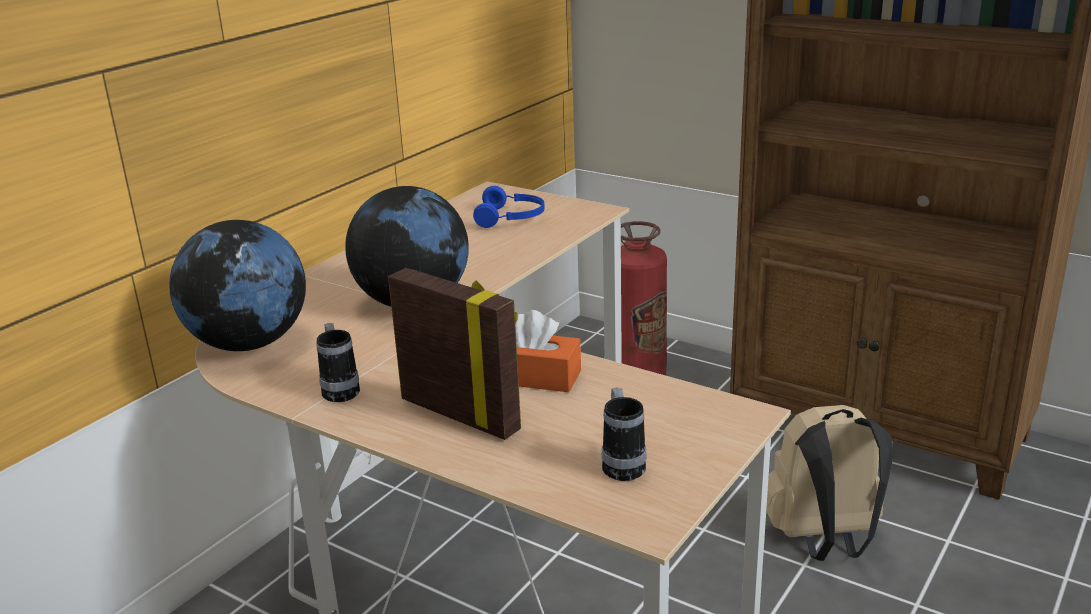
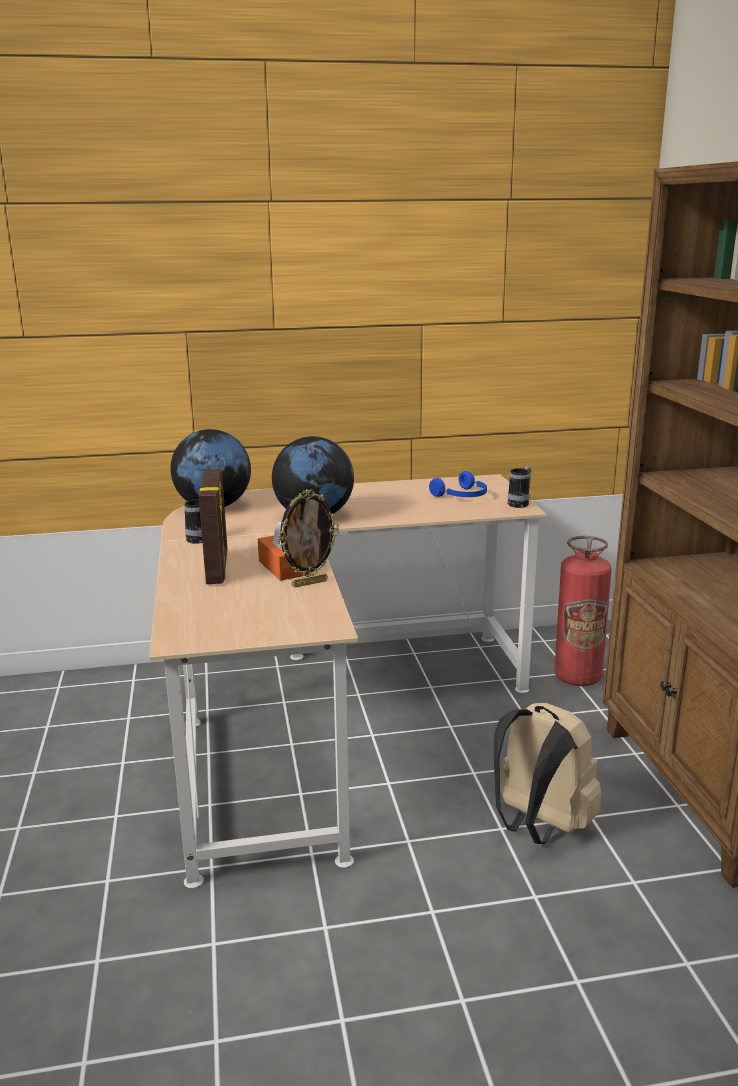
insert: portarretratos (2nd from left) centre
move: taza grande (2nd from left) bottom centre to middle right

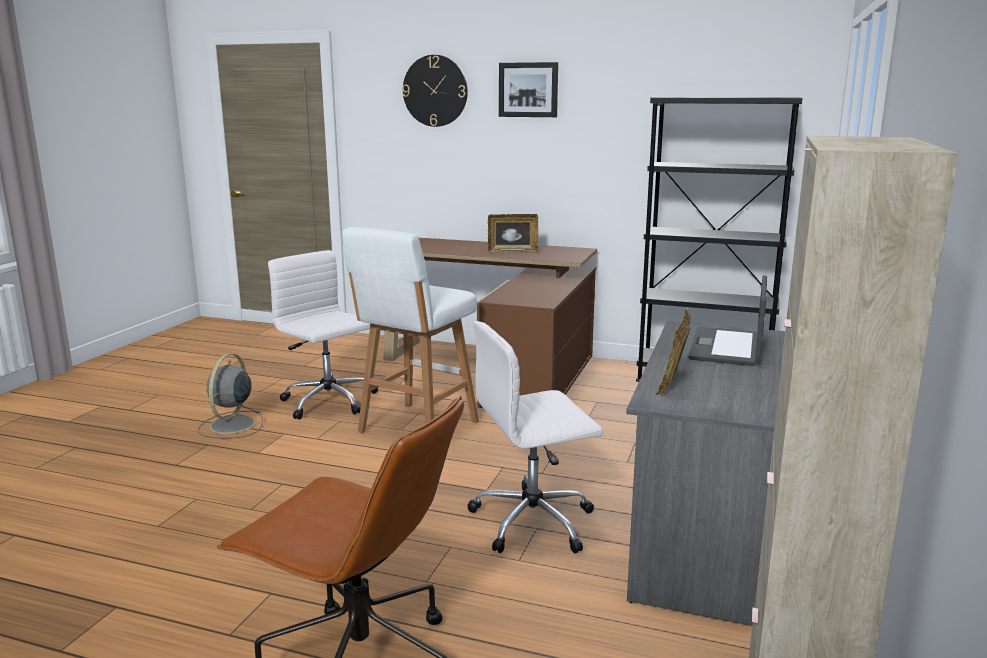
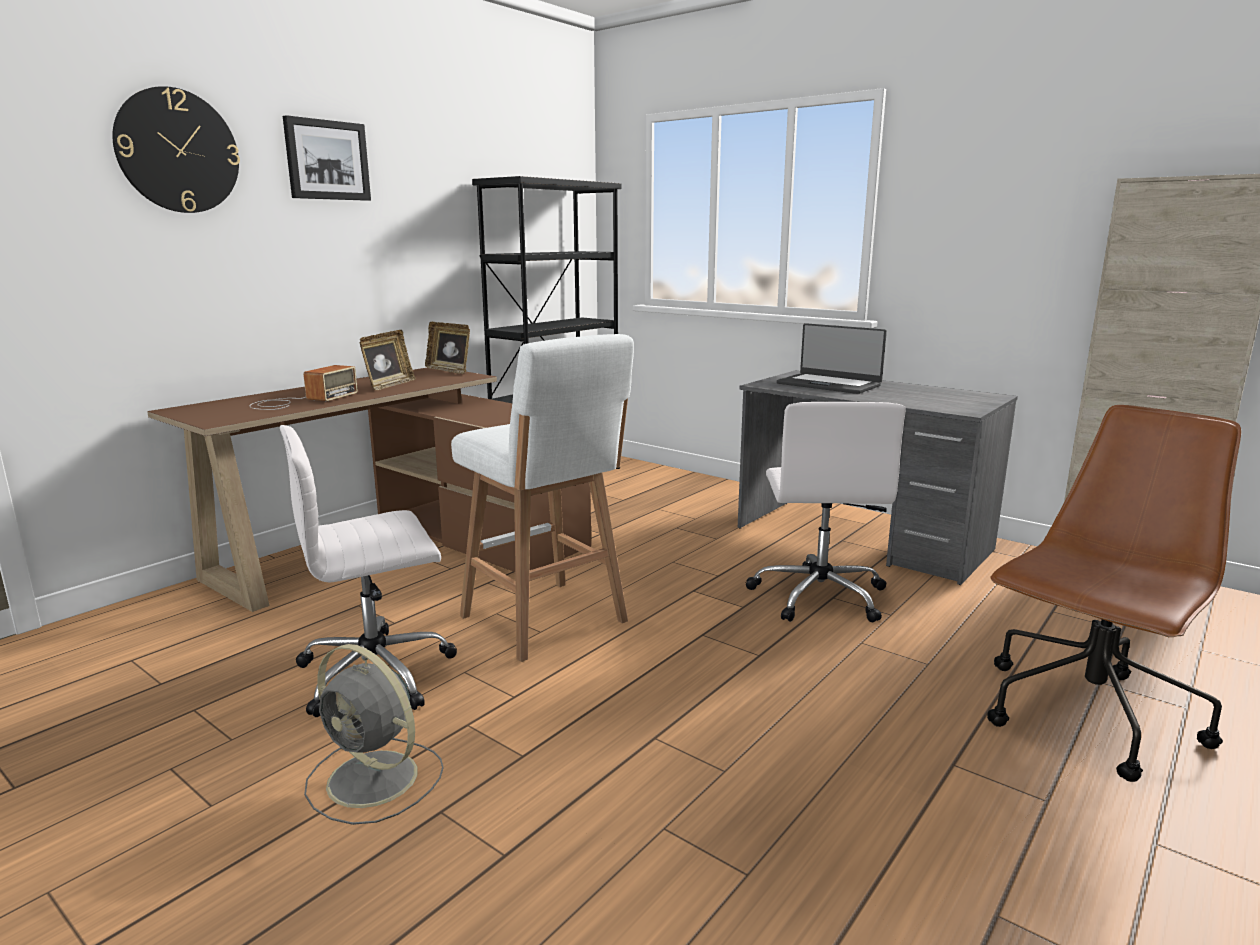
insert: radio middle left
move: portarretratos (2nd from left) middle right to centre

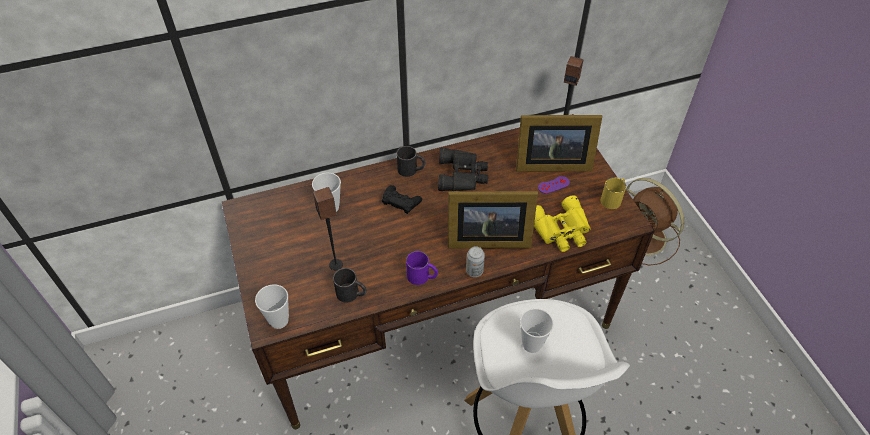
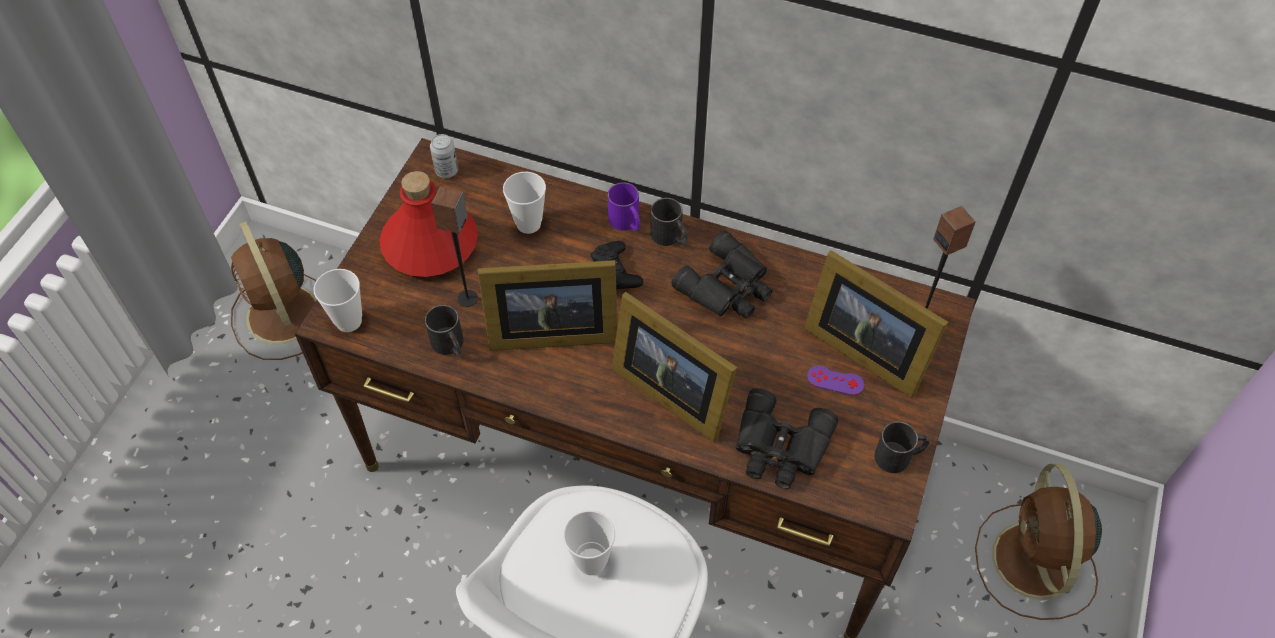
insert: ventilador (marrón) (1st from left) middle left; botella (rojo) centre; portarretratos (1st from left) centre
move: taza grande (morado) centre to top centre; lata centre to top centre
recolor: prismáticos (amarillo) centre to prismáticos (negro) (2nd from left) bottom centre; taza grande (amarillo) middle right to taza grande (negro) (3rd from left) bottom right

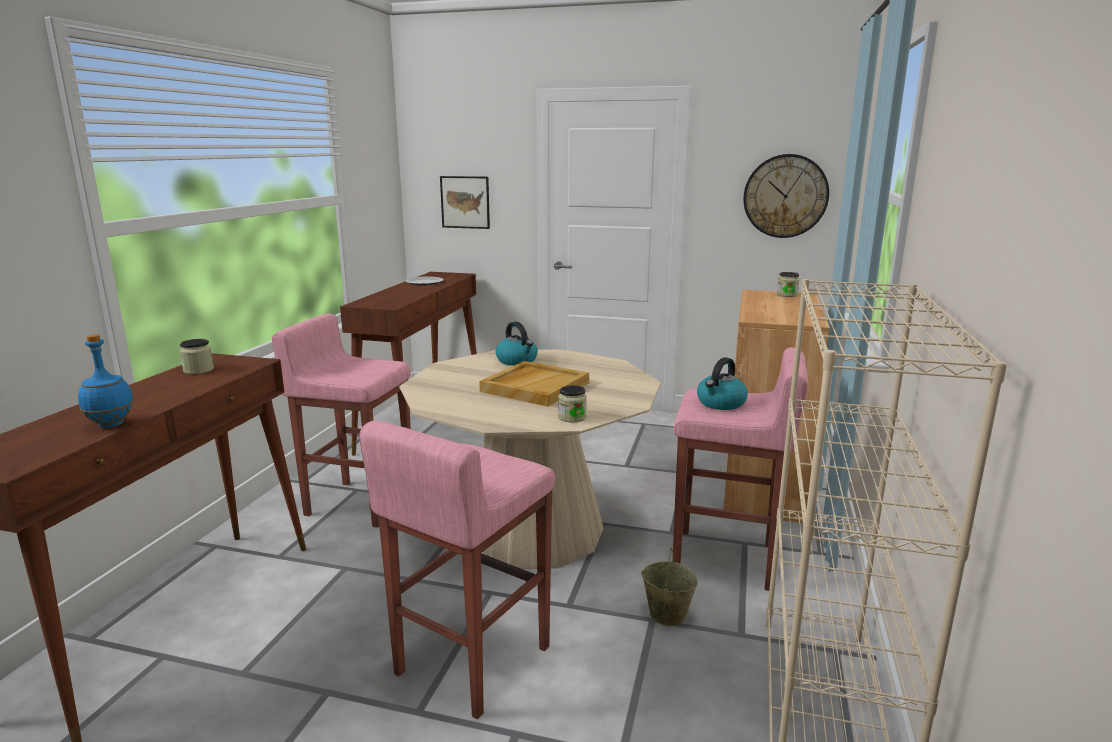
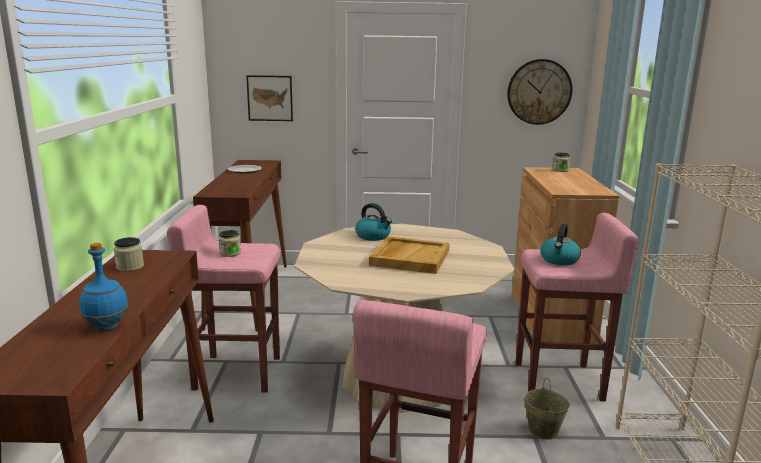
move: tarro (2nd from left) centre to middle left

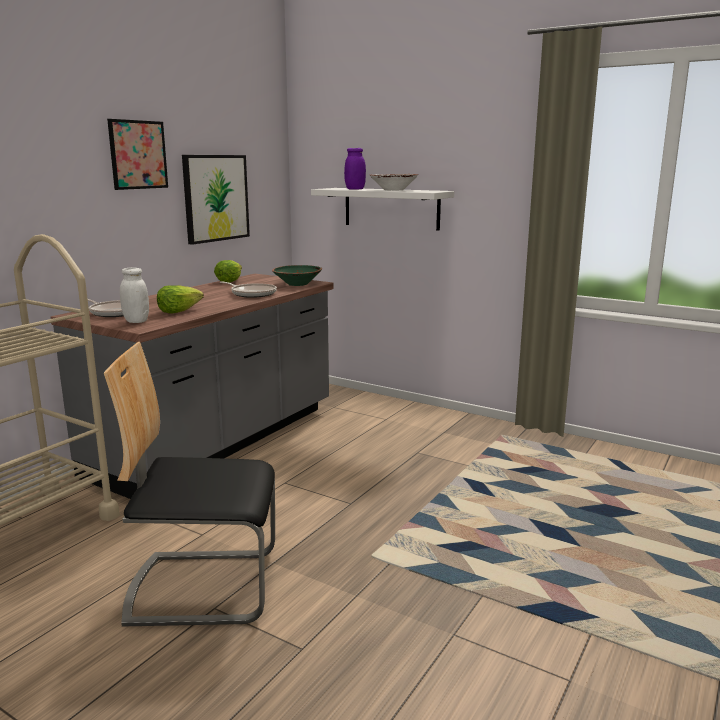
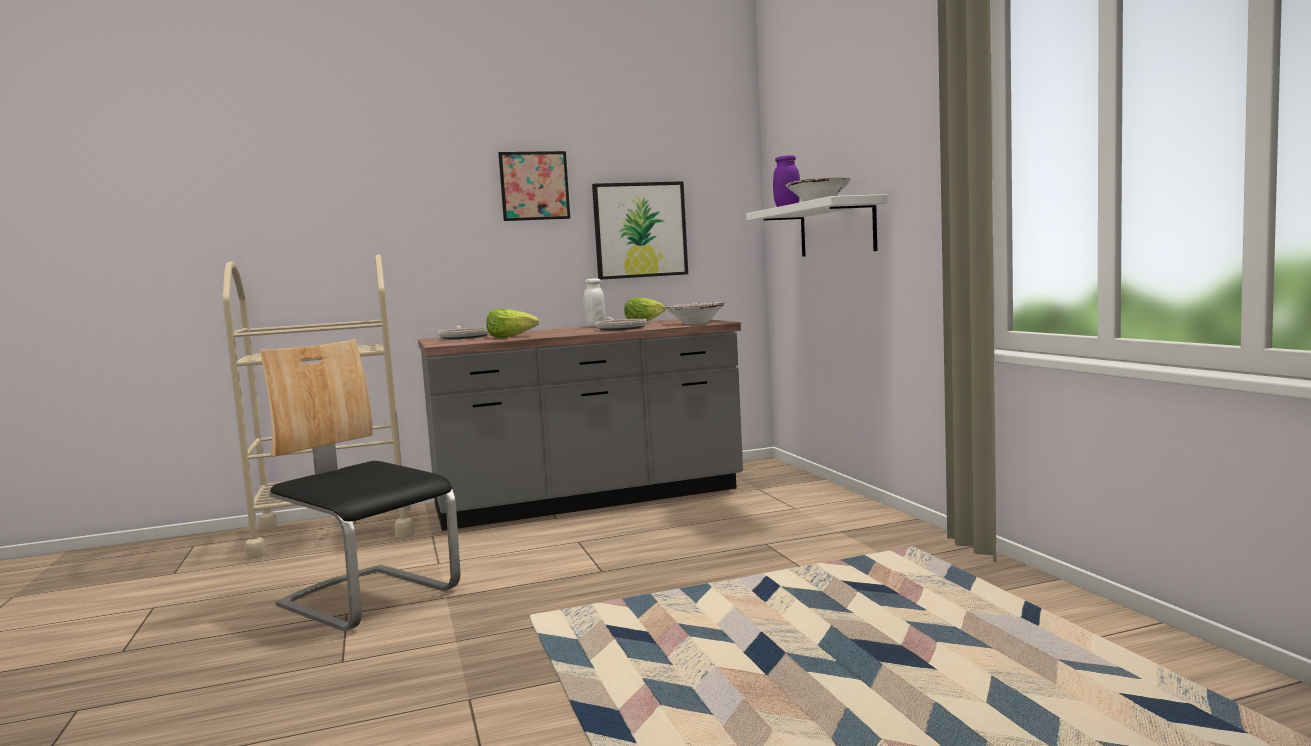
move: tarro (blanco) middle left to centre
recolor: cuenco (verde) centre to cuenco (blanco) (1st from left) centre

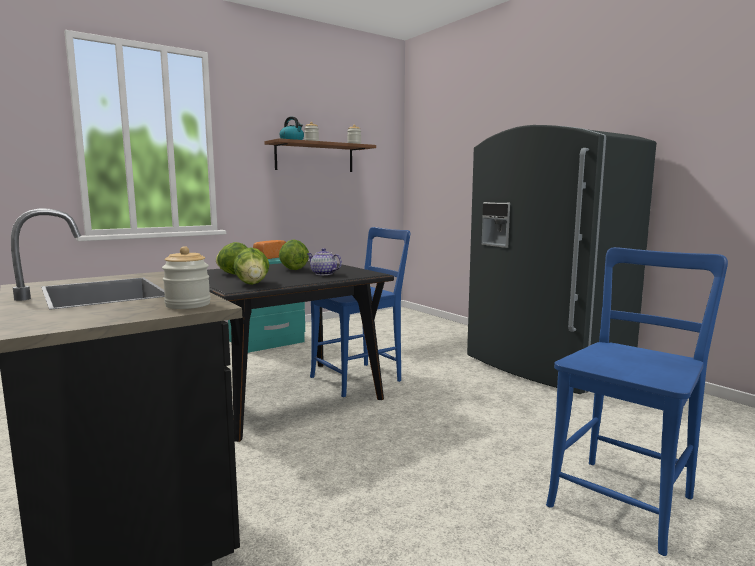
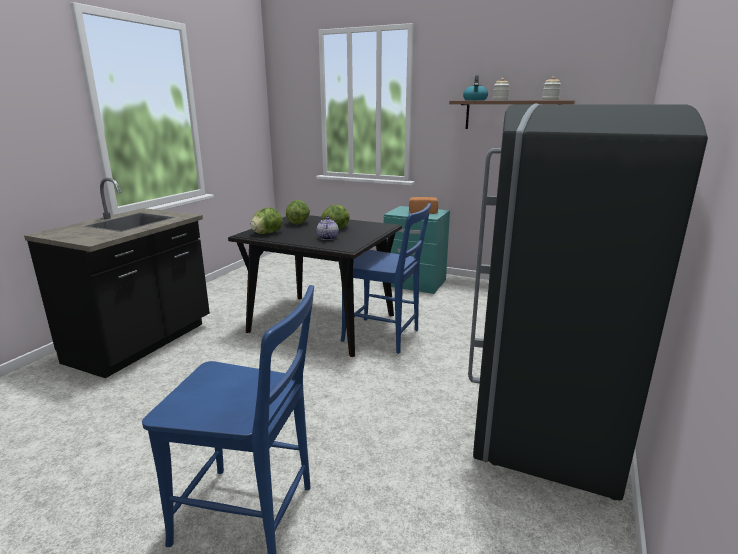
delete: tarro (1st from left) middle left

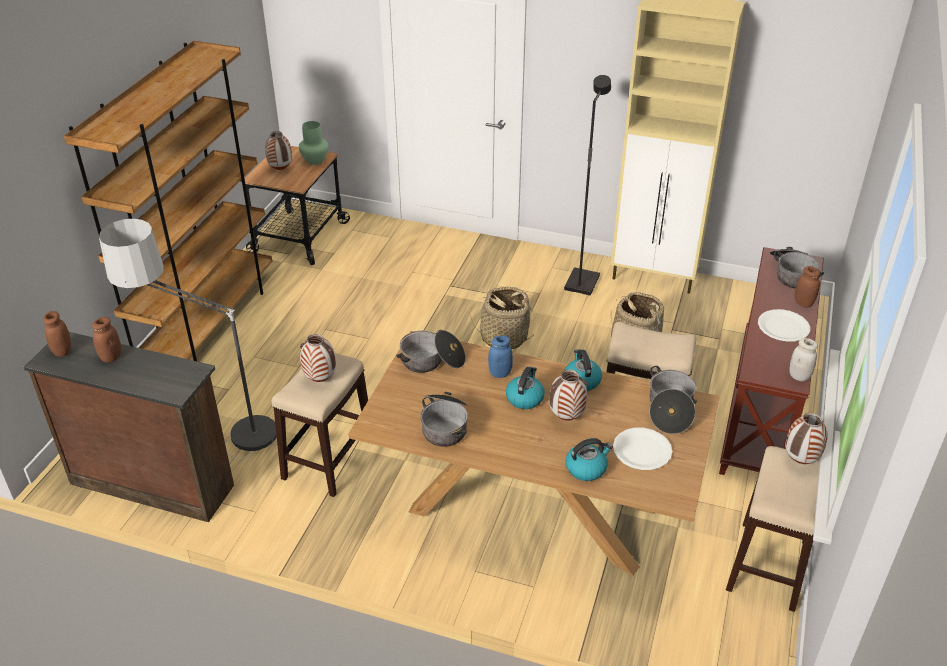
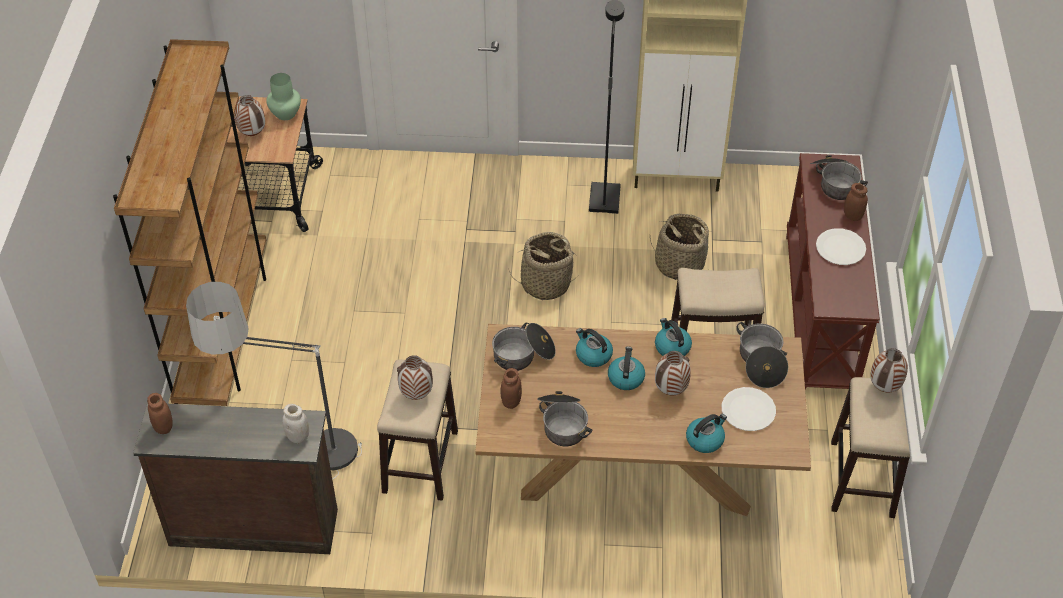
move: tarro (marrón) (2nd from left) middle left to centre; tarro (blanco) middle right to bottom left
replace: tarro (azul) centre to hervidor (1st from left) centre

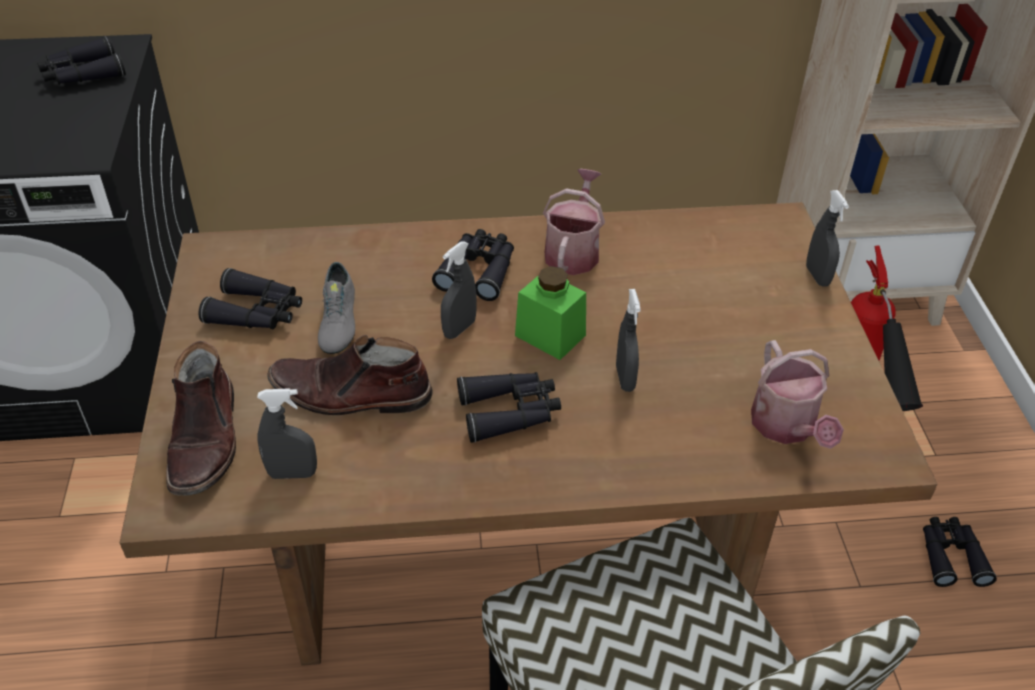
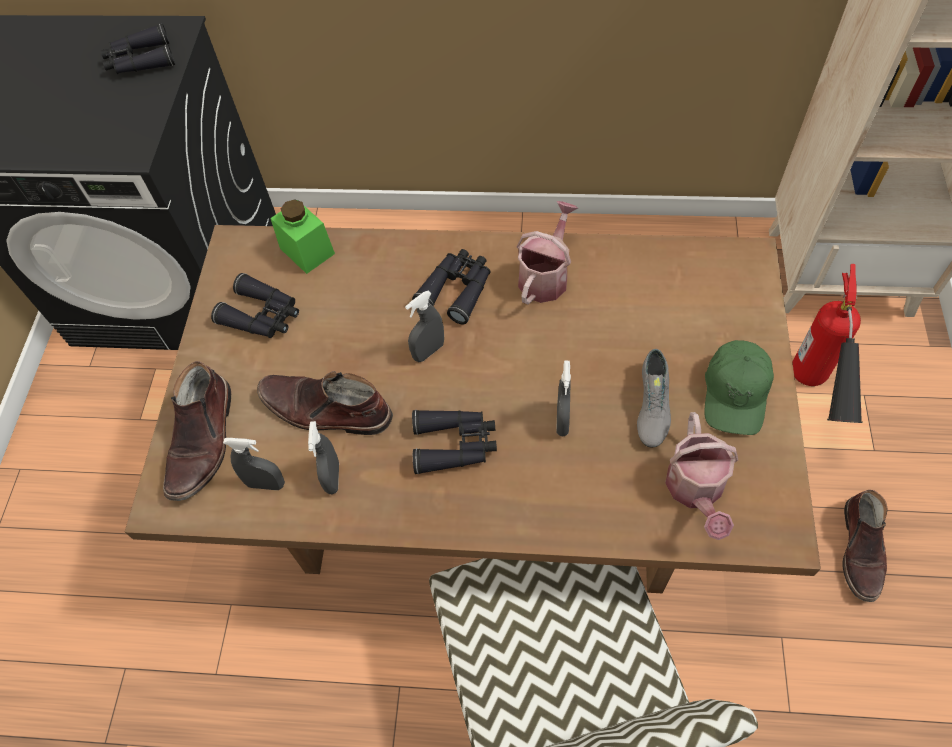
insert: gorra (verde) middle right
move: zapato (gris) middle left to middle right; tarro (verde) centre to top left; pulverizador (gris) (4th from left in the first image) middle right to pulverizador (gris) (2nd from left) centre
replace: prismáticos (negro) (5th from left) bottom right to bota (marrón) (3rd from left) bottom right

